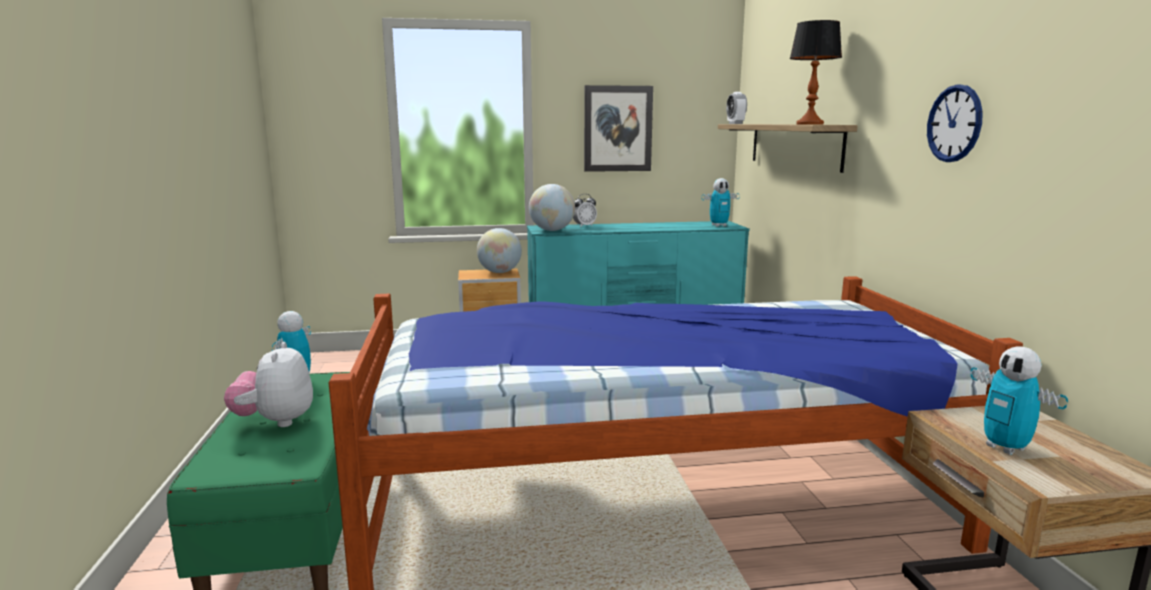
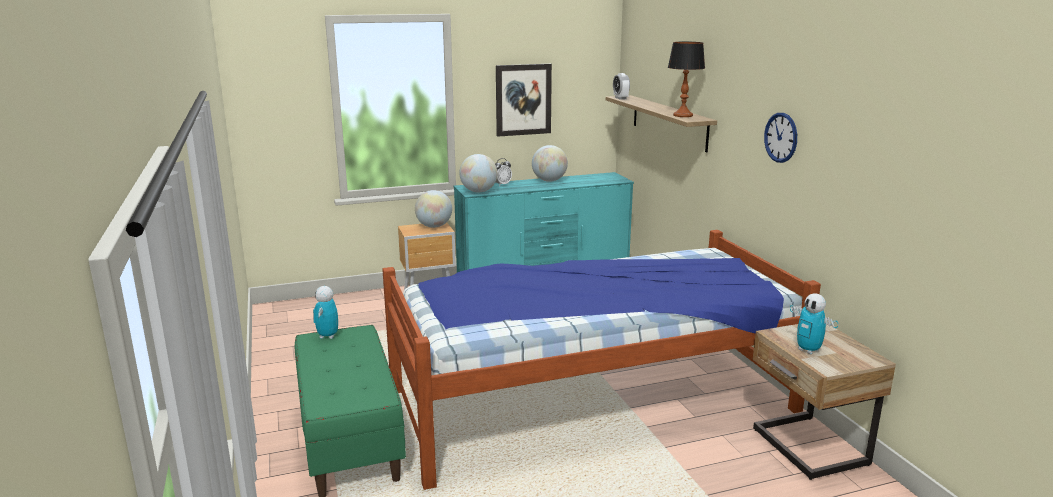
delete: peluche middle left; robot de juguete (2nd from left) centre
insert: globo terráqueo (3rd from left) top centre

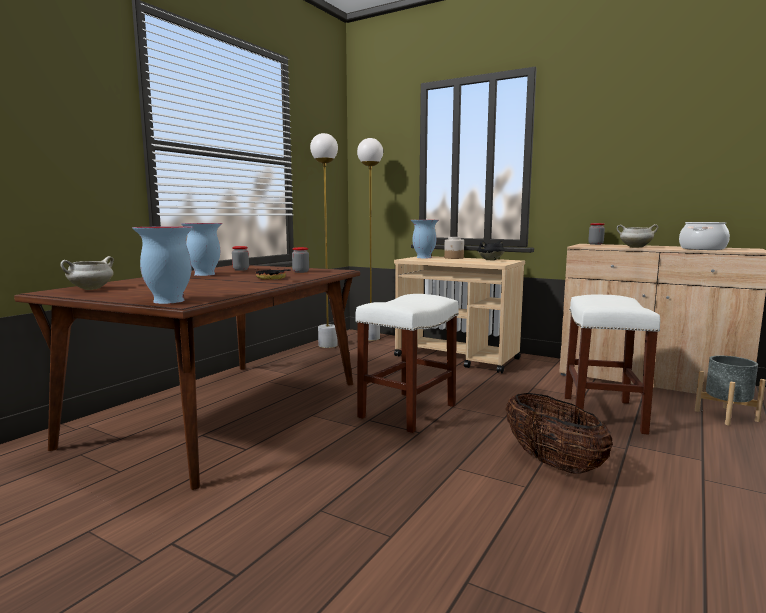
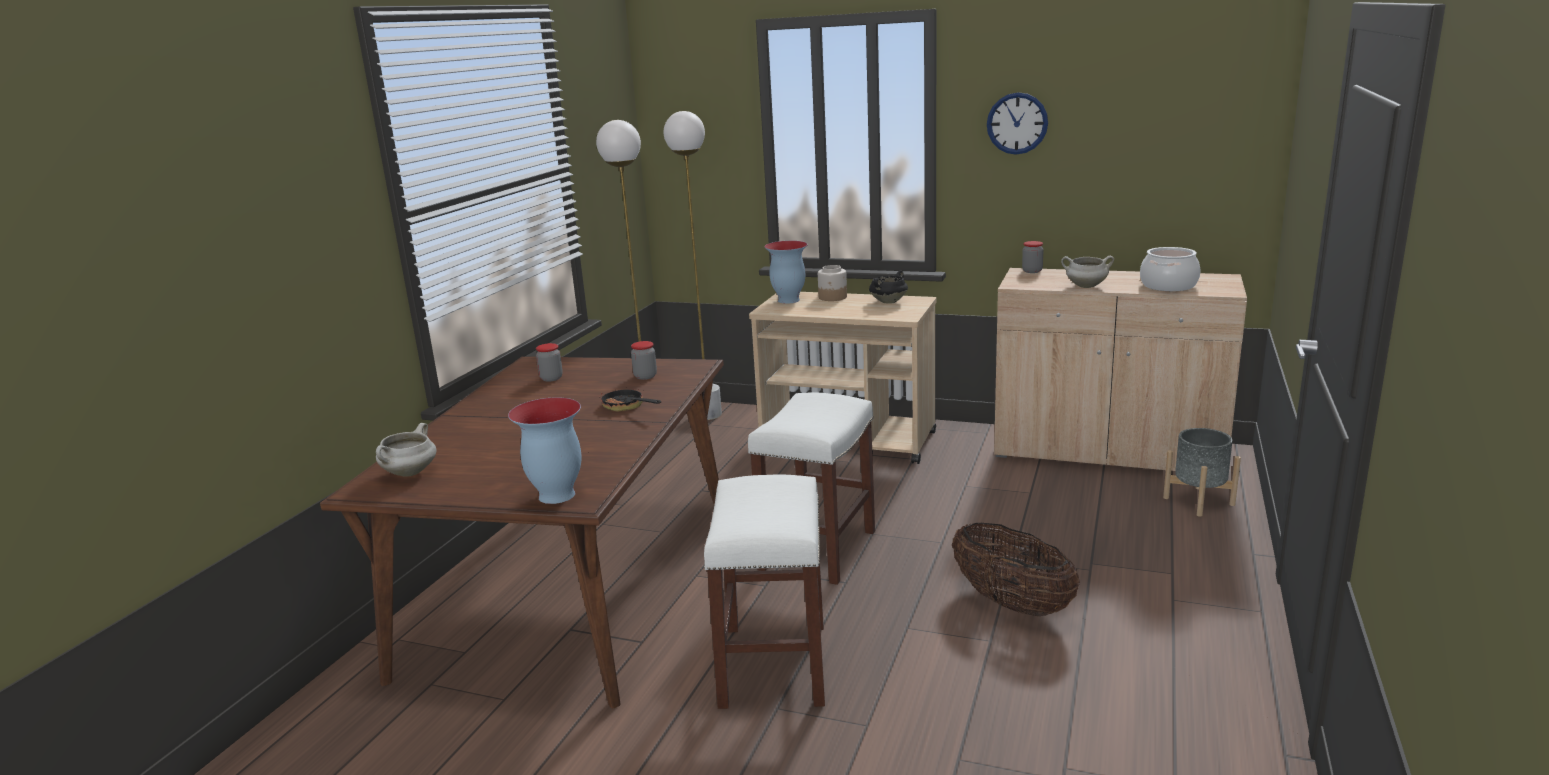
delete: florero (2nd from left) middle left
insert: reloj de pared top centre
move: taburete (blanco) (2nd from left in the first image) middle right to taburete (blanco) (1st from left) bottom centre

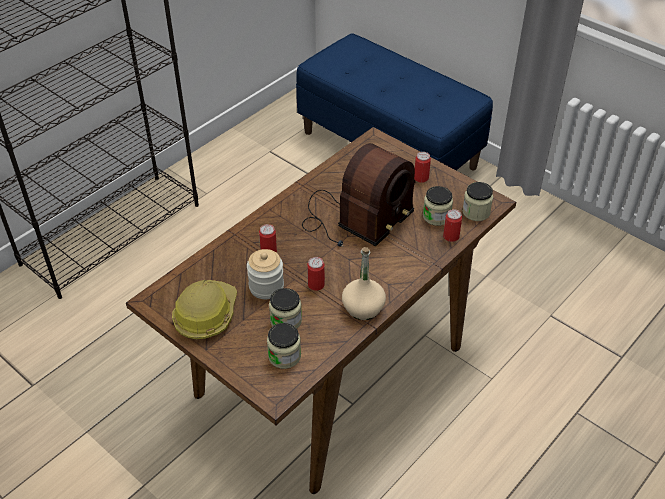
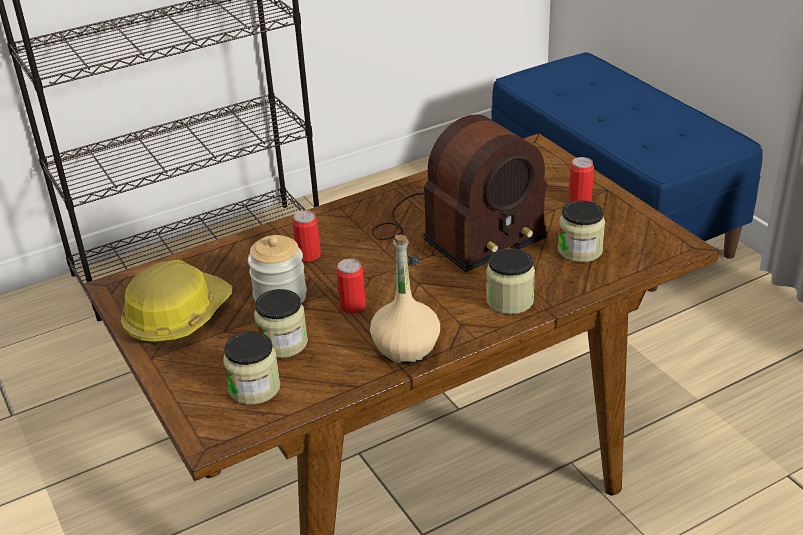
delete: lata (4th from left) middle right
move: tarro (5th from left in the first image) middle right to tarro (4th from left) centre

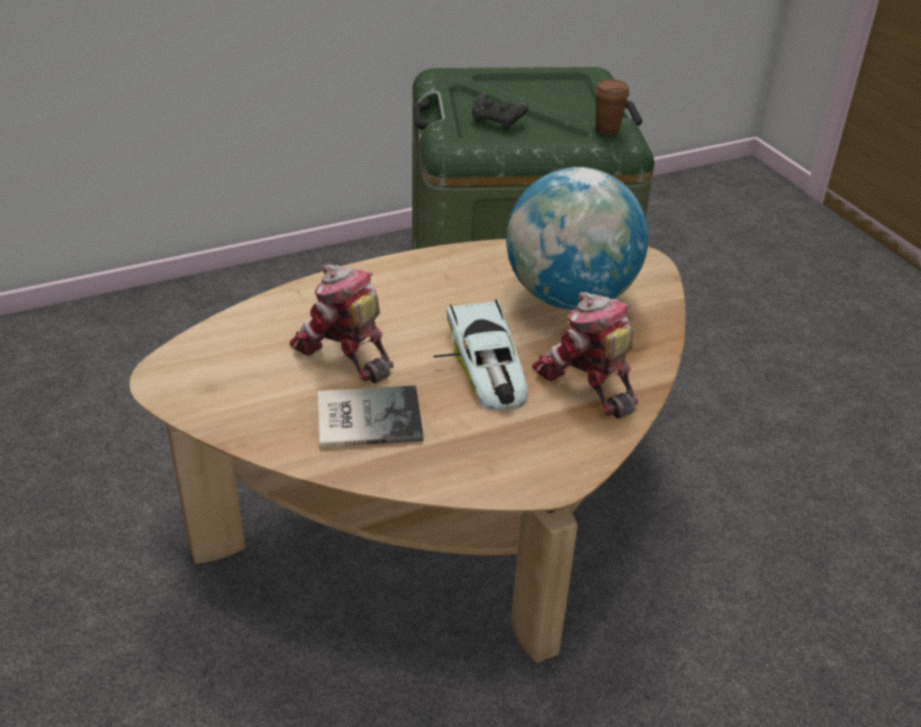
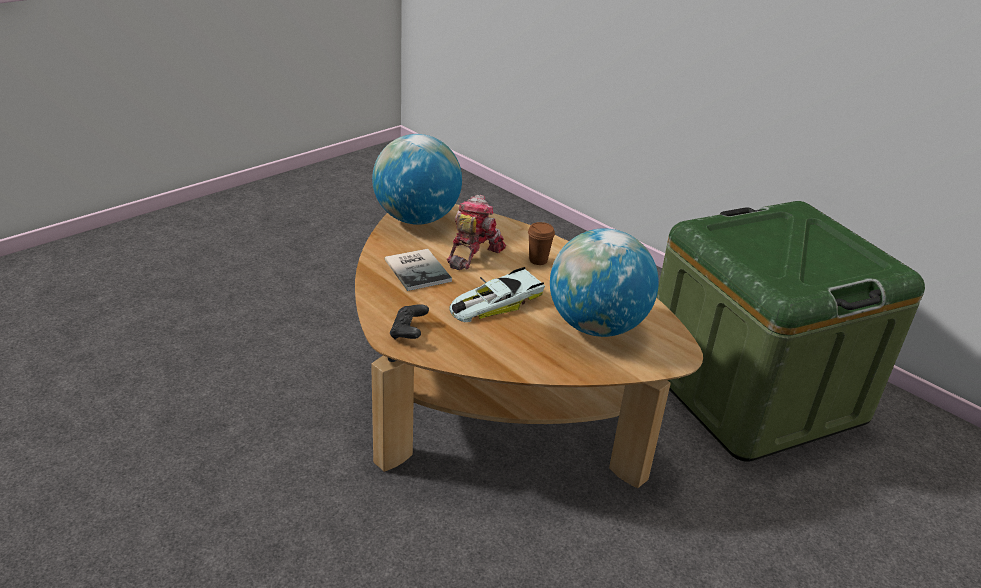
delete: robot de juguete (2nd from left) centre
insert: globo terráqueo (1st from left) top centre
move: mando de consola (negro) top centre to centre; taza (marrón) top centre to centre

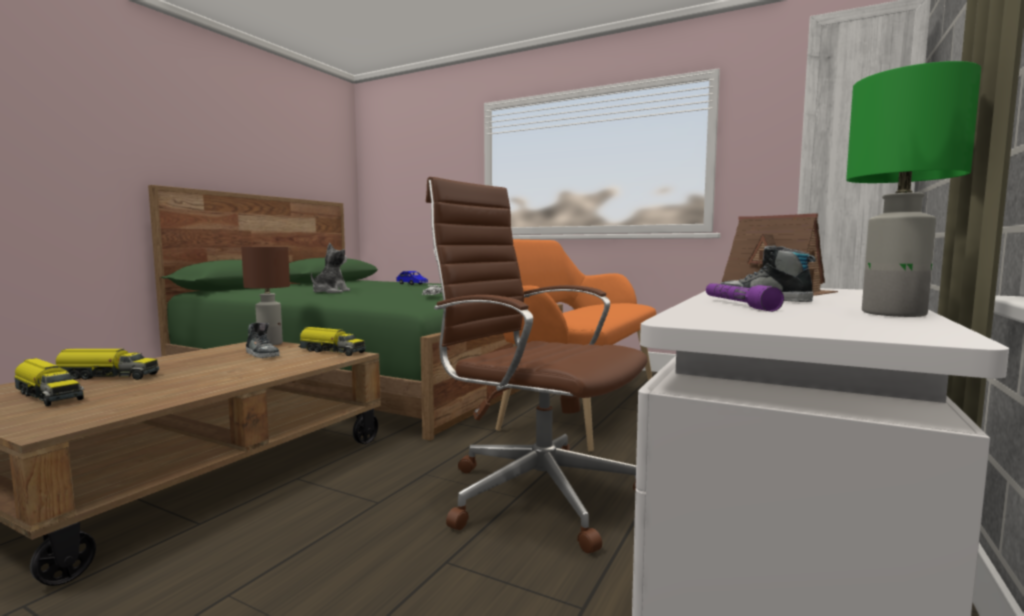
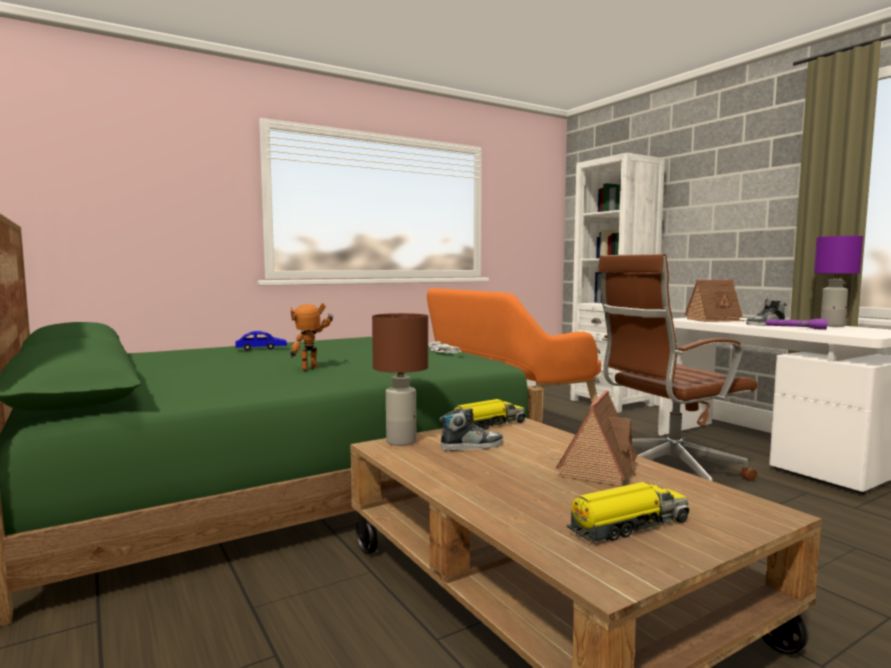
delete: camión de juguete (2nd from left) middle left
insert: casita (1st from left) middle right
replace: peluche middle left to robot de juguete centre
recolor: lámpara de mesa (verde) top right to lámpara de mesa (morado) middle right

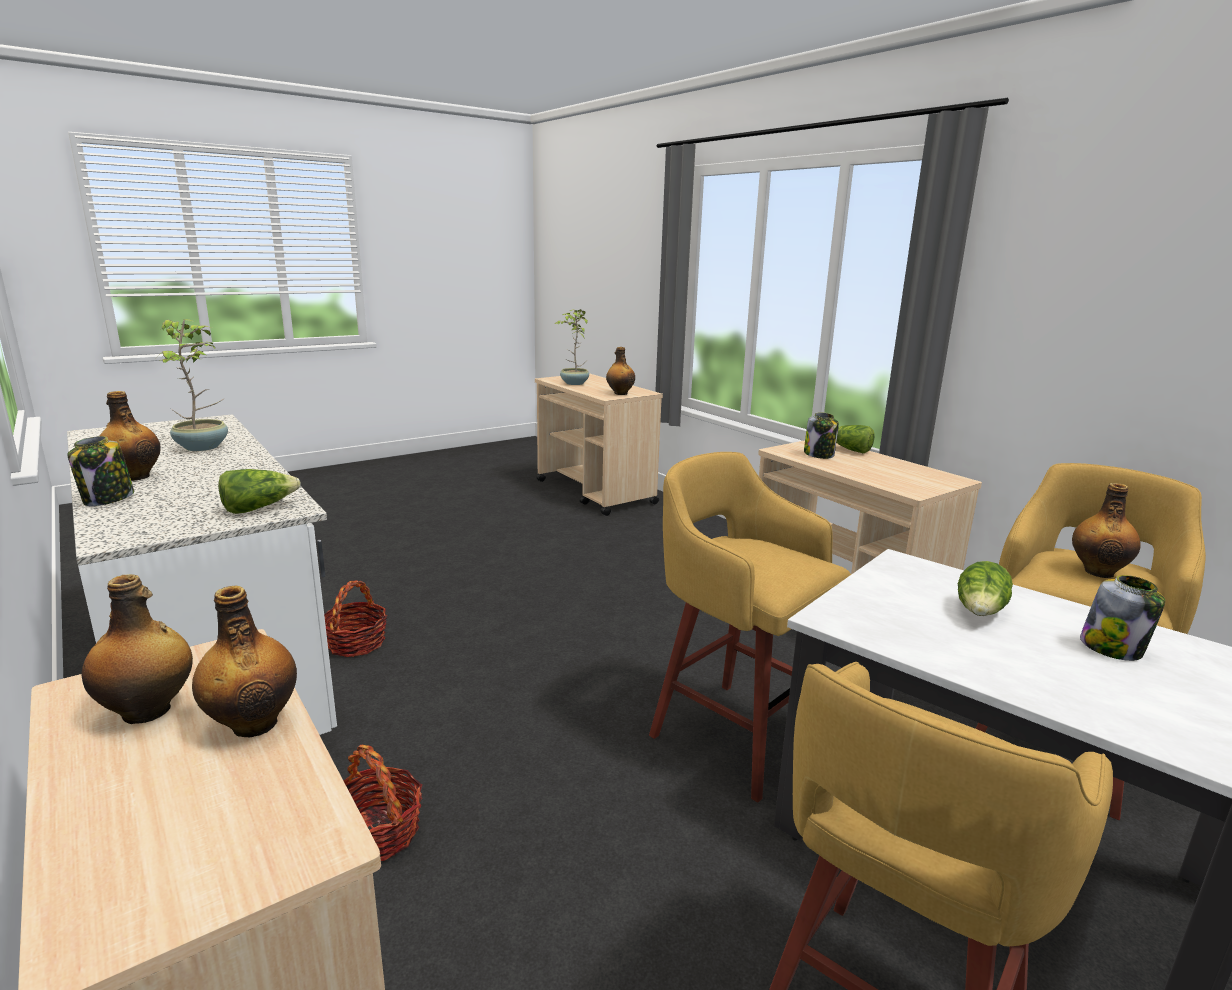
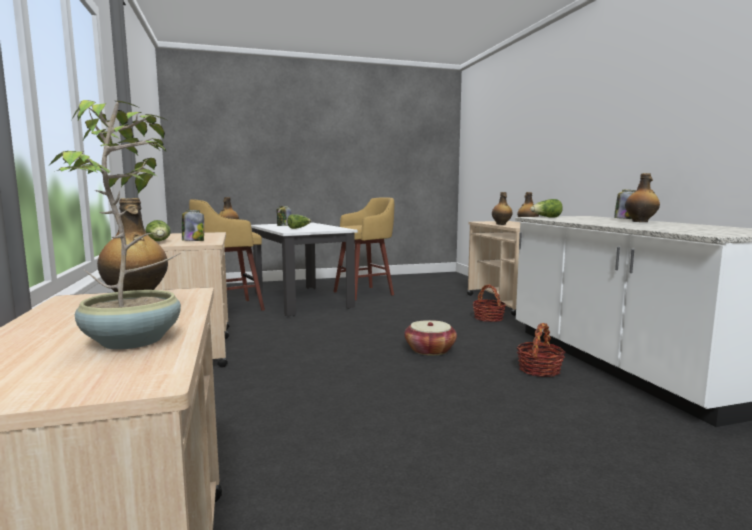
delete: planta en maceta (1st from left) middle left; taburete (amarillo) (1st from left) centre
insert: cesta (1st from left) centre

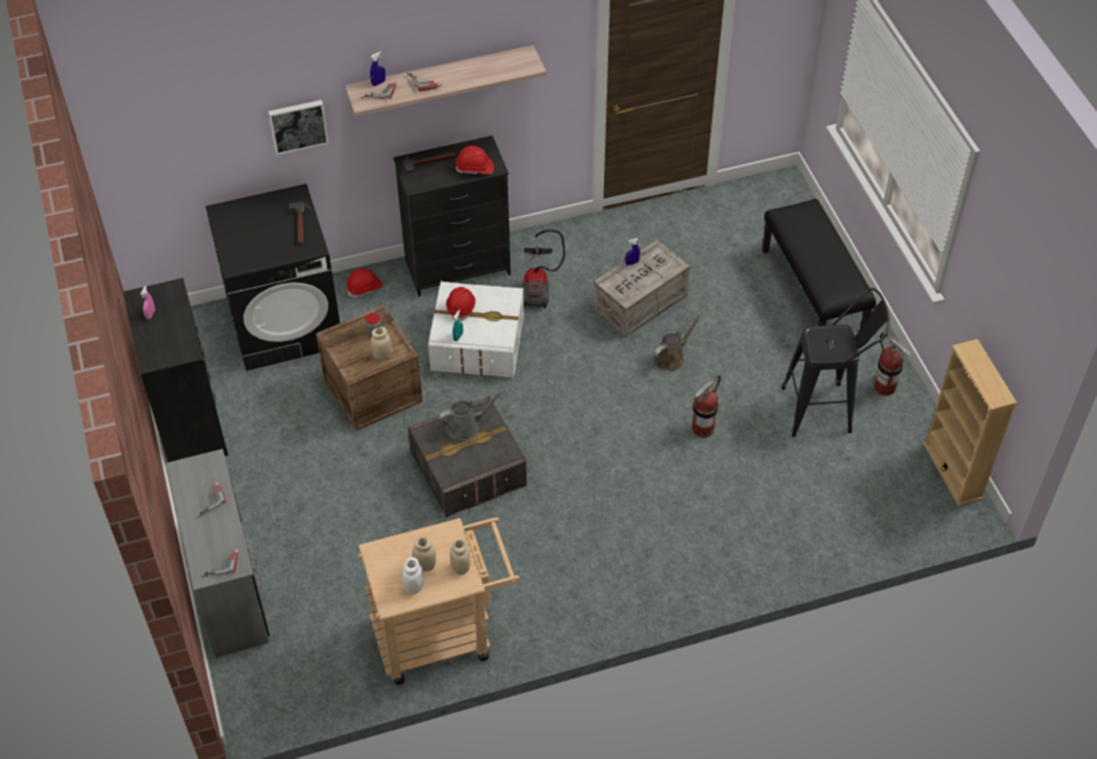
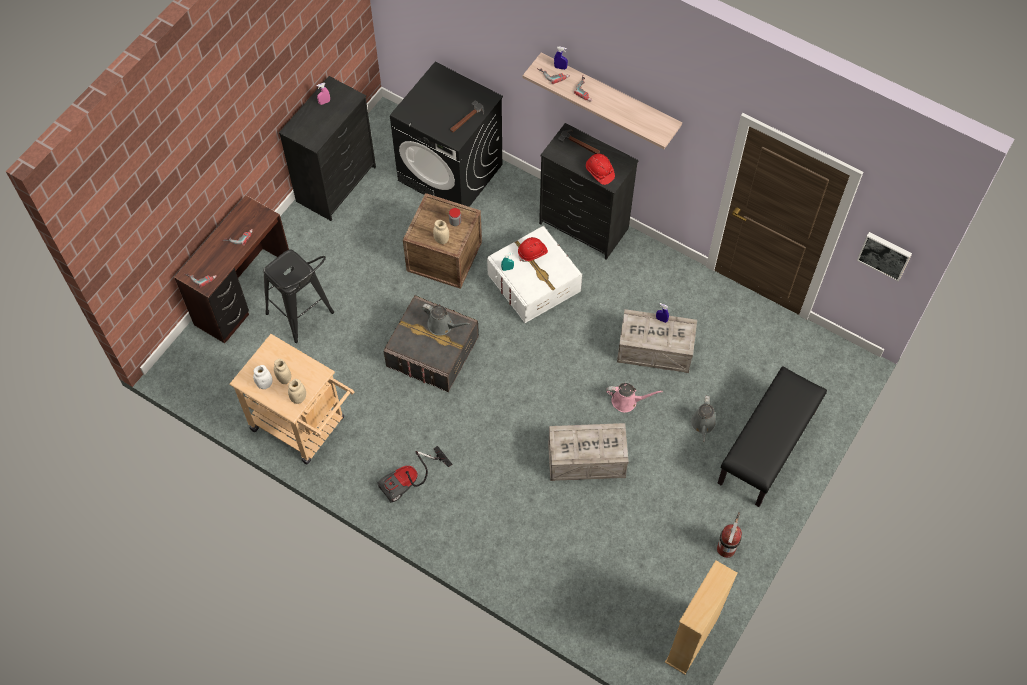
delete: casco (rojo) (1st from left) middle left
insert: regadera (gris) (2nd from left) middle right
move: cuadro top left to middle right; aspiradora centre to bottom centre; taburete (negro) middle right to middle left
replace: extintor (1st from left) centre to caja de embalaje (2nd from left) centre
recolor: escritorio (gris) bottom left to escritorio (marrón) middle left; regadera (marrón) centre to regadera (rosa) centre

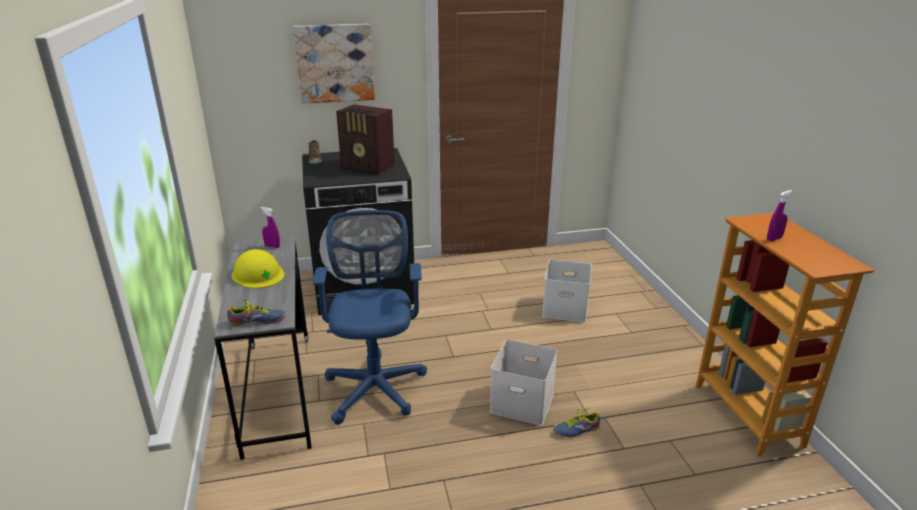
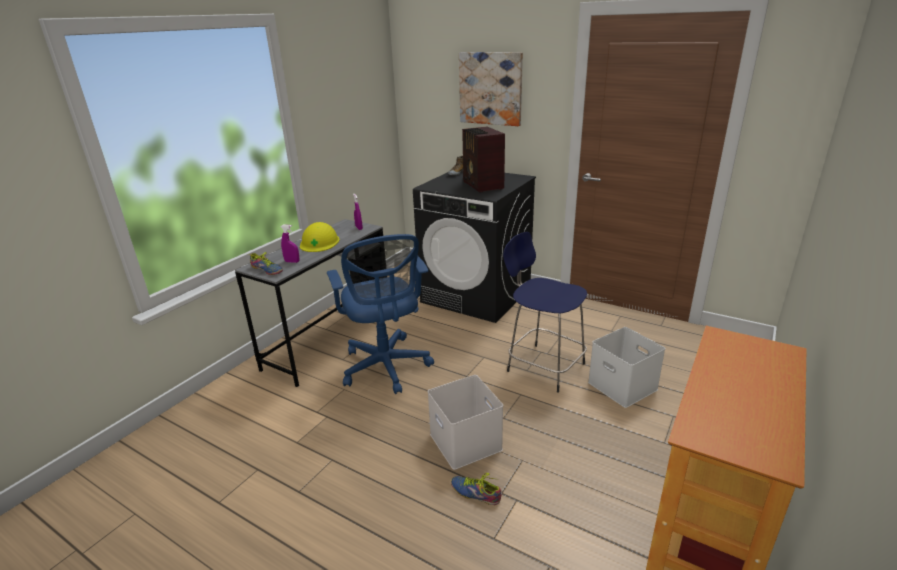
insert: taburete (azul) centre
move: pulverizador (morado) (2nd from left in the first image) middle right to pulverizador (morado) (1st from left) middle left
rotate: silla de oficina (azul) centre = centre 120 degrees clockwise

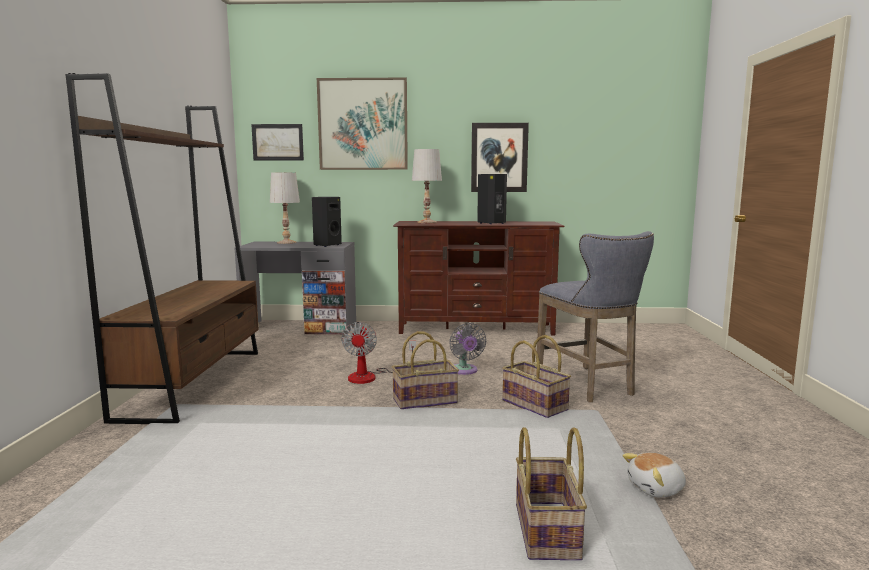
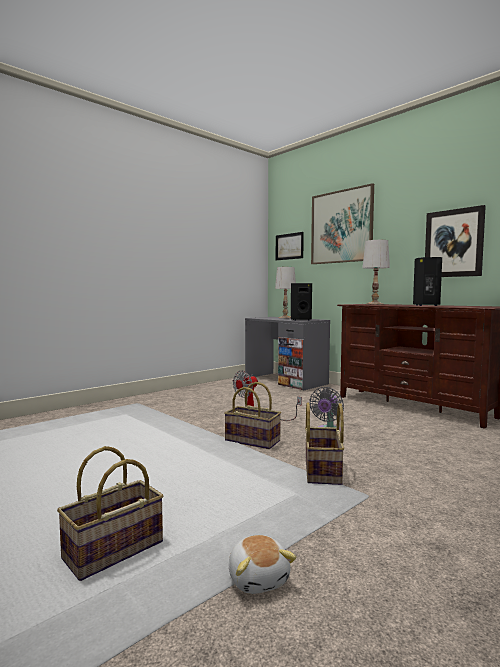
delete: estantería (marrón) middle left; taburete (gris) middle right
rotate: peluche bottom right = bottom centre 135 degrees counterclockwise

